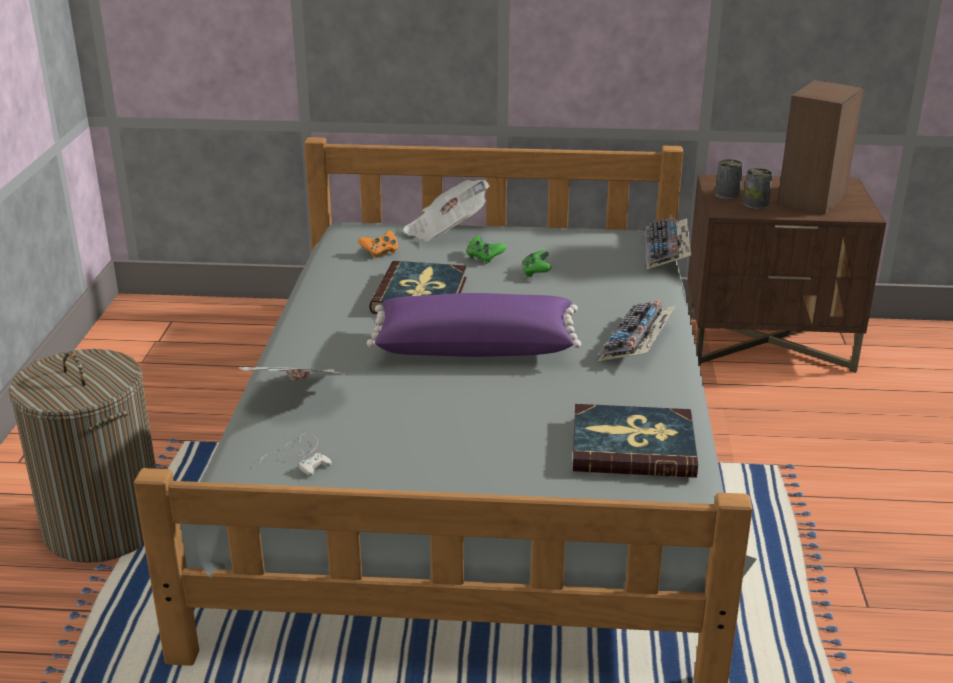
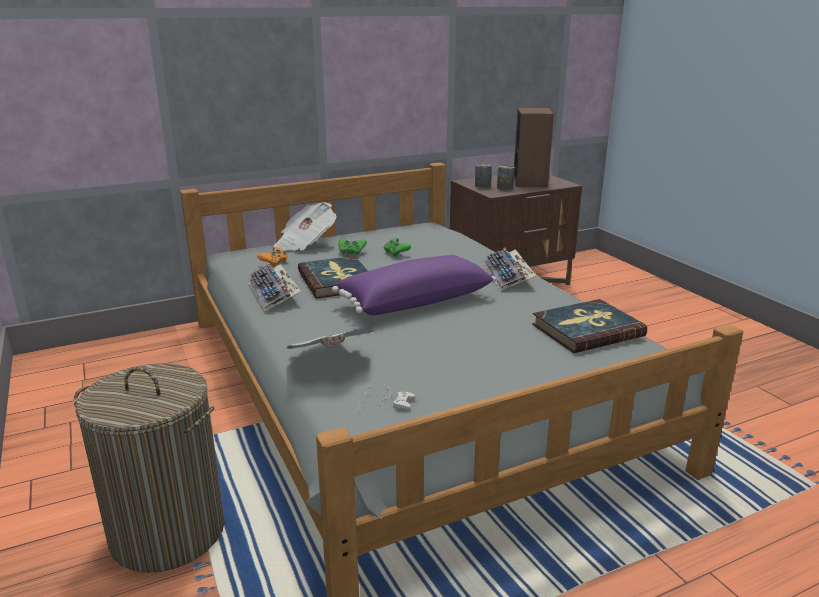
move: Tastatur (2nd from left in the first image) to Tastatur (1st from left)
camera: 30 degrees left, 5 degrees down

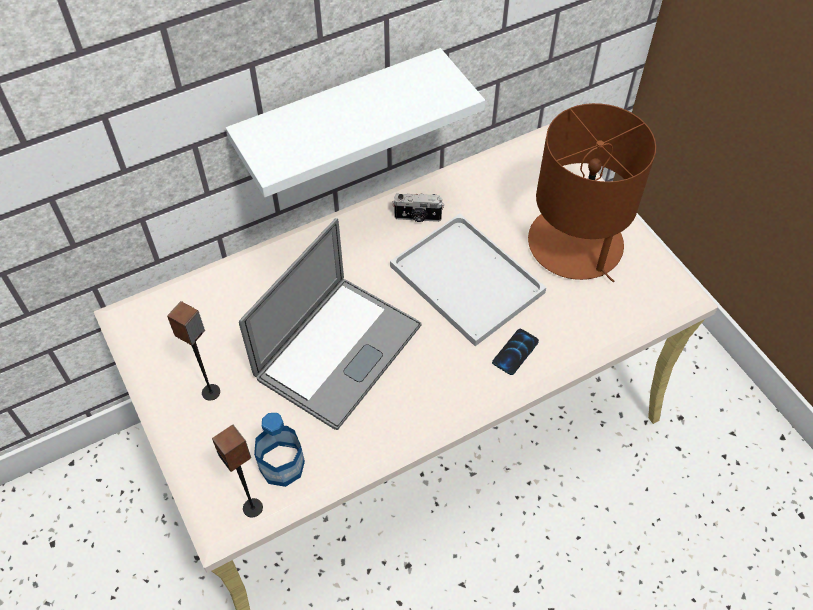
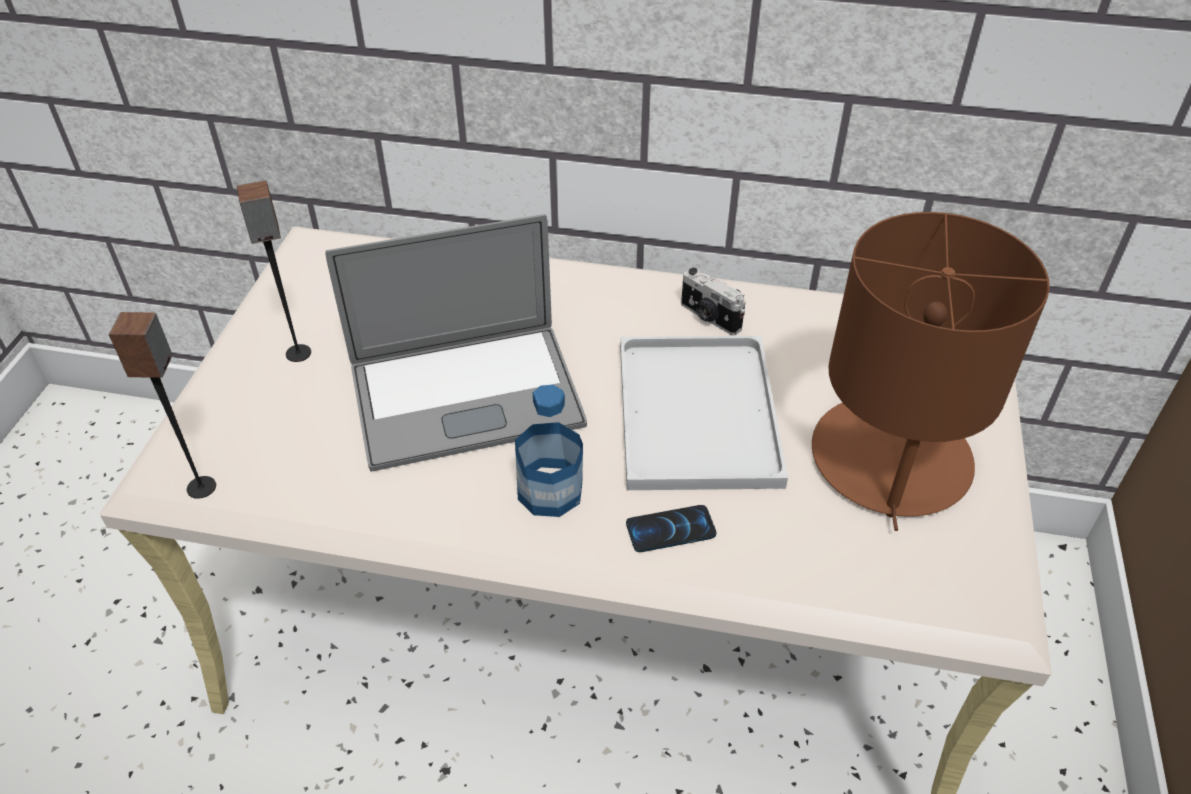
delete: Wandregal [weiß]
move: Flasche
camera: 40 degrees right, 10 degrees down

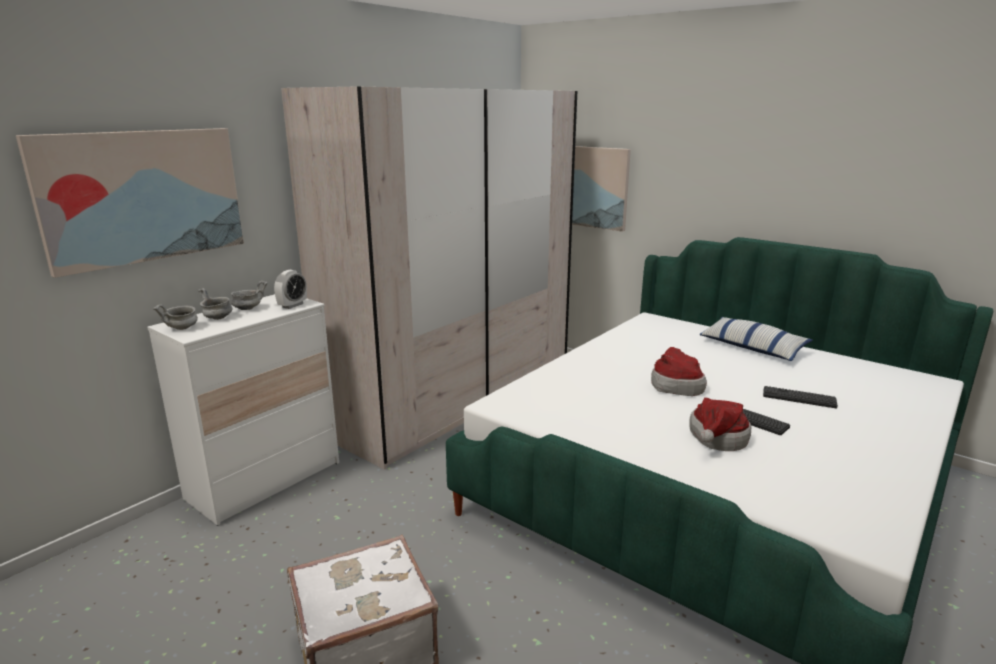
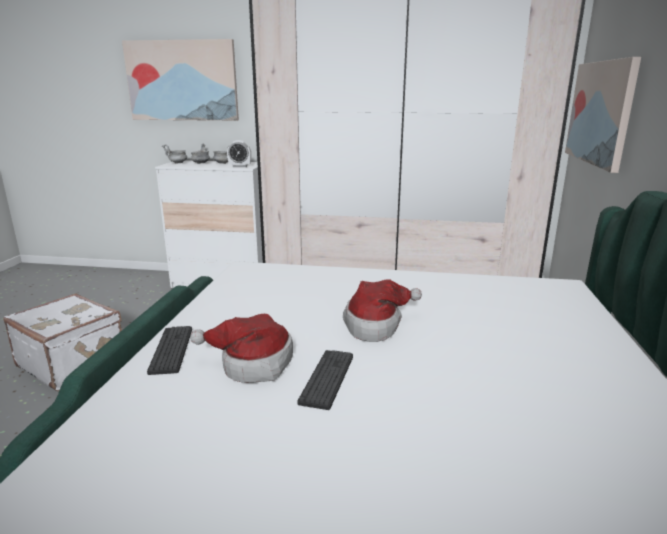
delete: Kissen
move: Tastatur (2nd from left in the first image) to Tastatur (1st from left)
camera: 60 degrees right, 0 degrees up

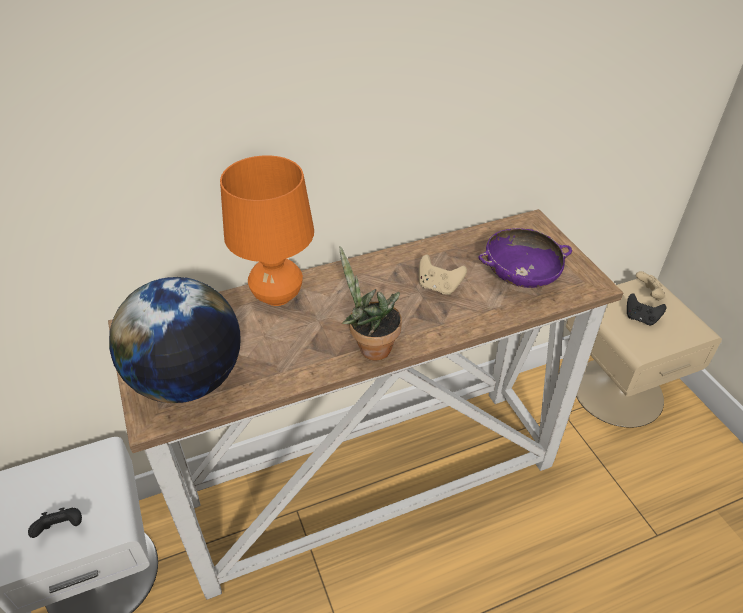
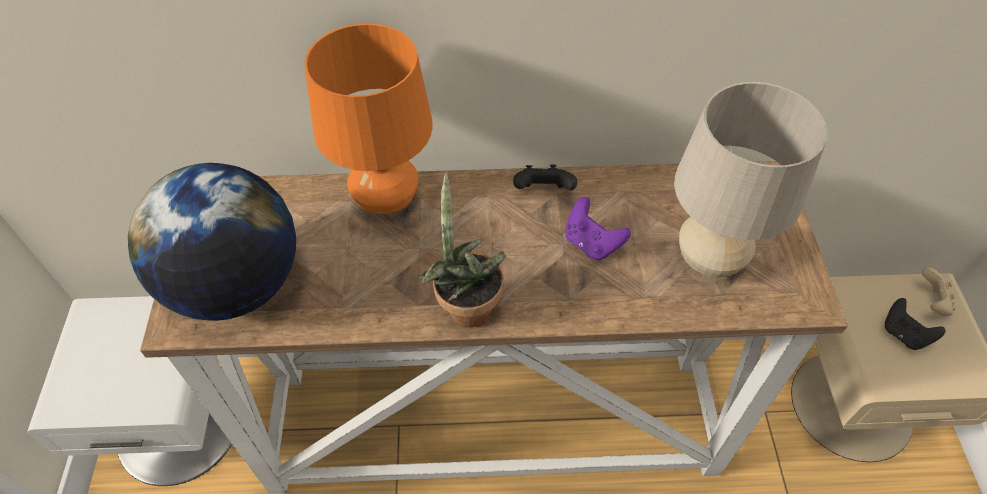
move: Gamepad [schwarz] (1st from left)
replace: Schüssel [lila] to Tischlampe [beige]
recolor: Gamepad [beige] (1st from left) to Gamepad [lila]
camera: 20 degrees right, 10 degrees up

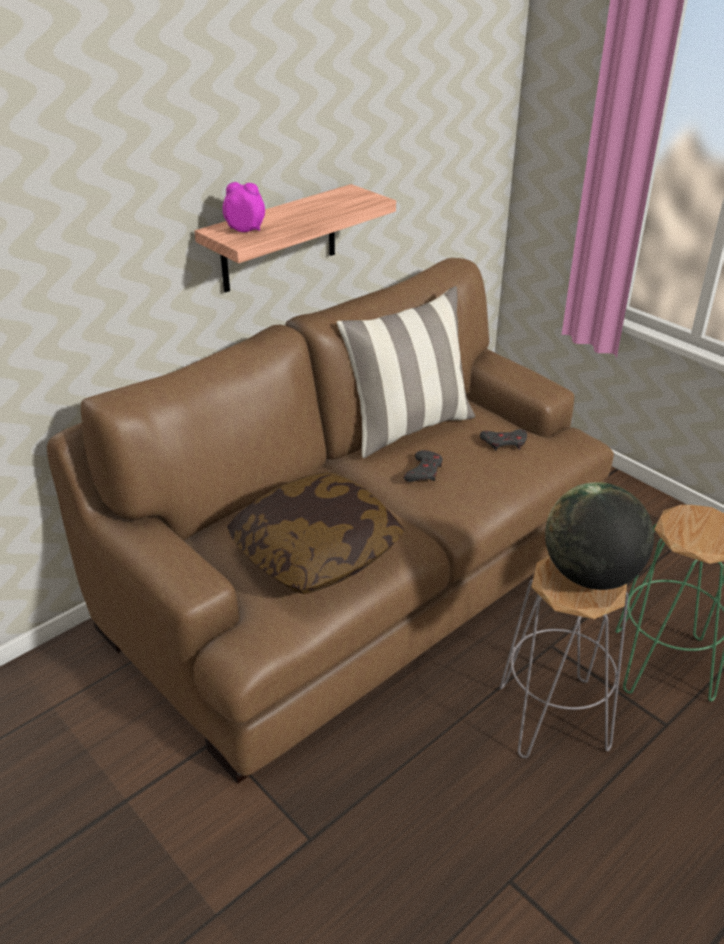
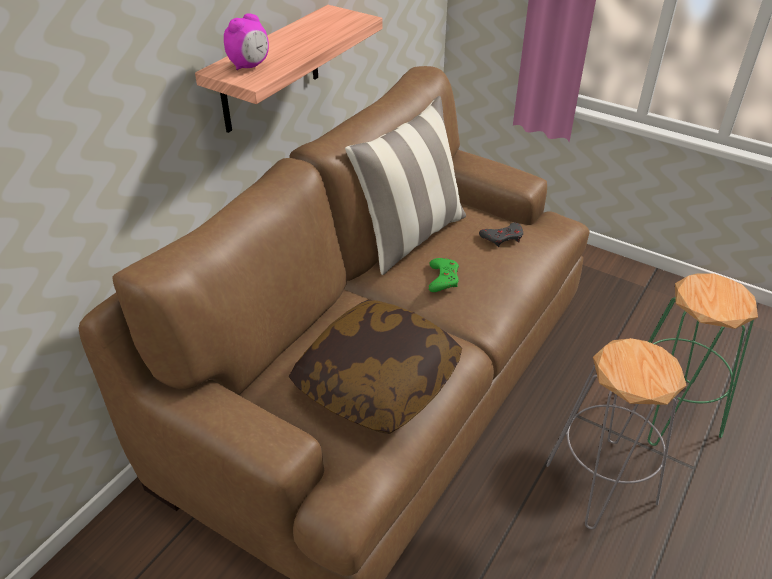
delete: Globus
recolor: Gamepad [grau] (1st from left) to Gamepad [grün]
rotate: Wecker 135 degrees clockwise
camera: 15 degrees left, 5 degrees up

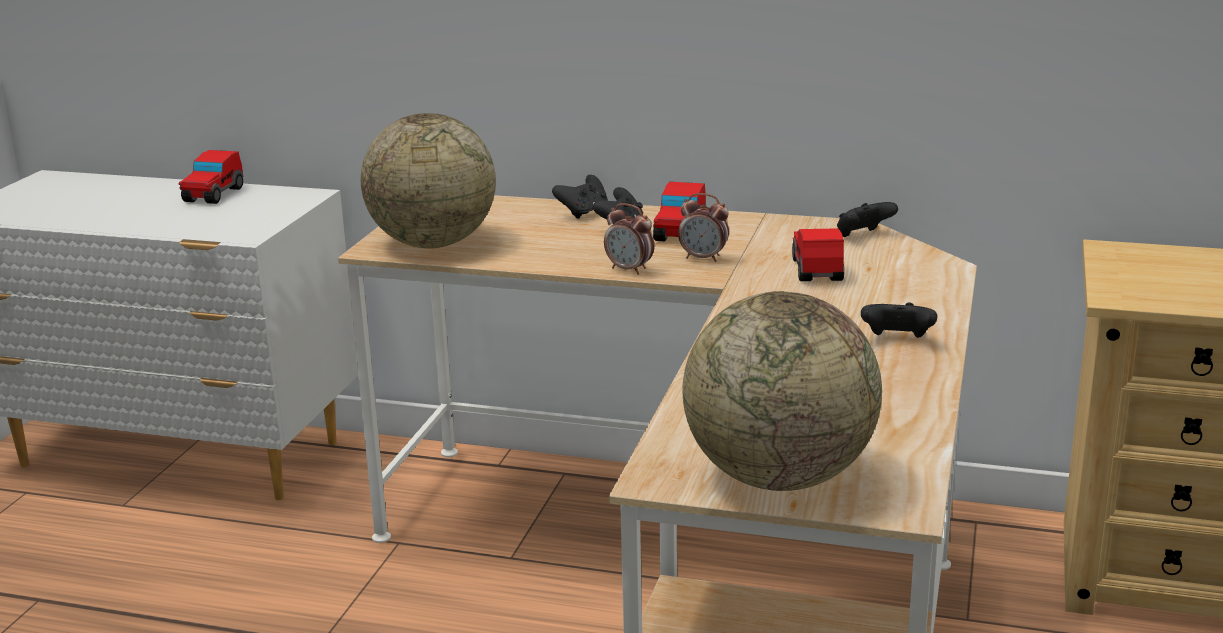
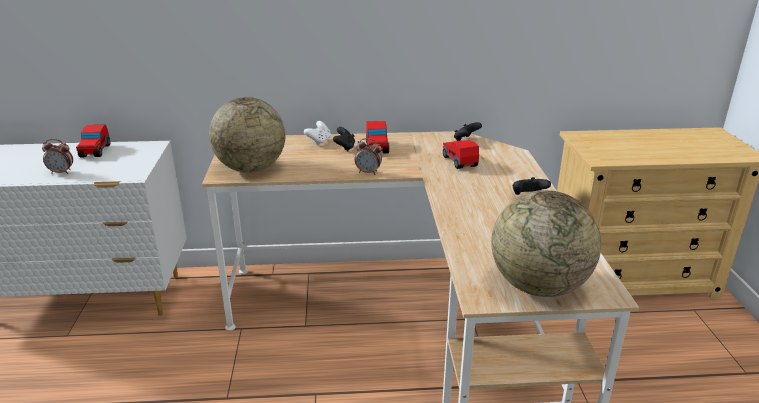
move: Wecker (2nd from left in the first image) to Wecker (1st from left)
recolor: Gamepad [schwarz] (1st from left) to Gamepad [weiß]
camera: 20 degrees left, 5 degrees up

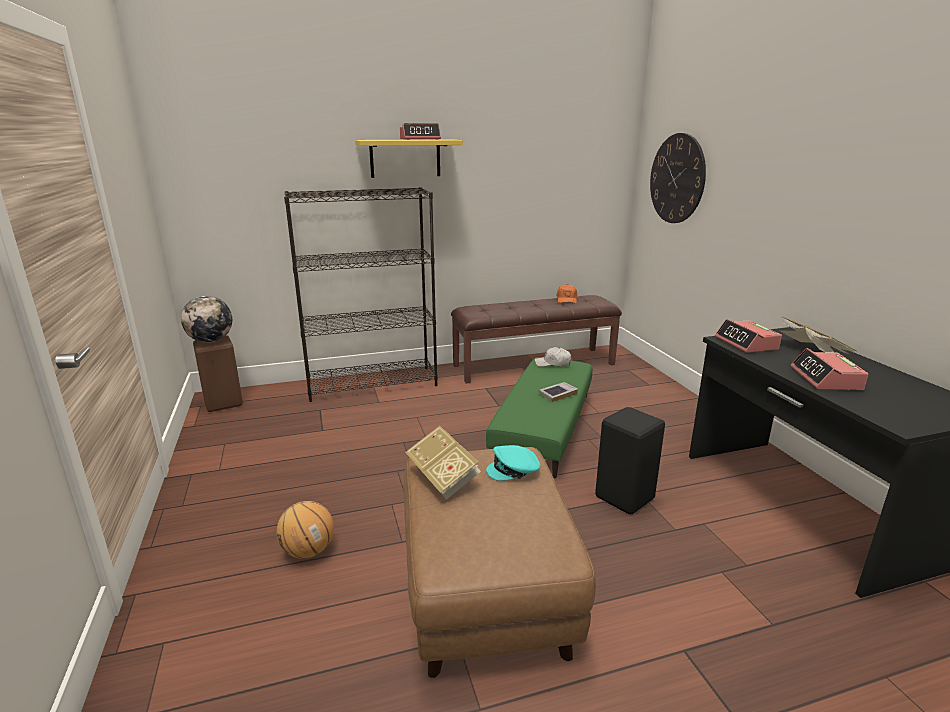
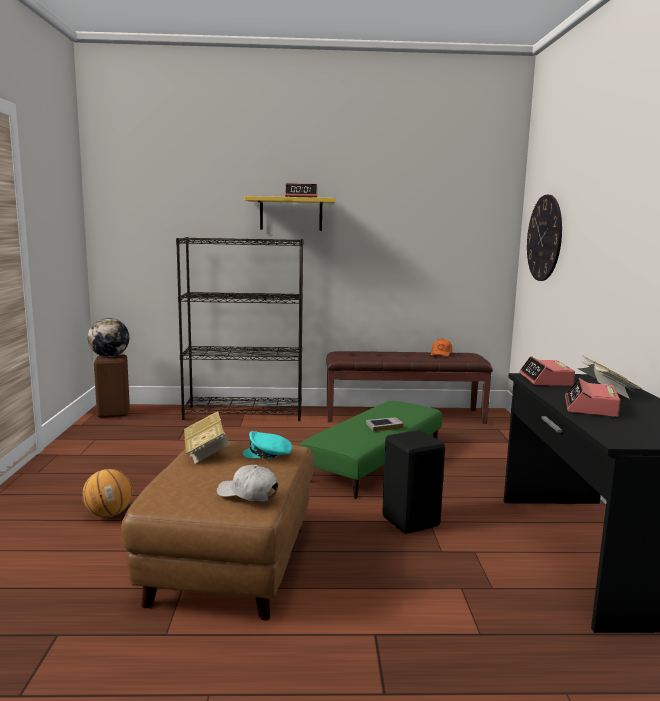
move: Kappe [weiß]
camera: 15 degrees right, 10 degrees down

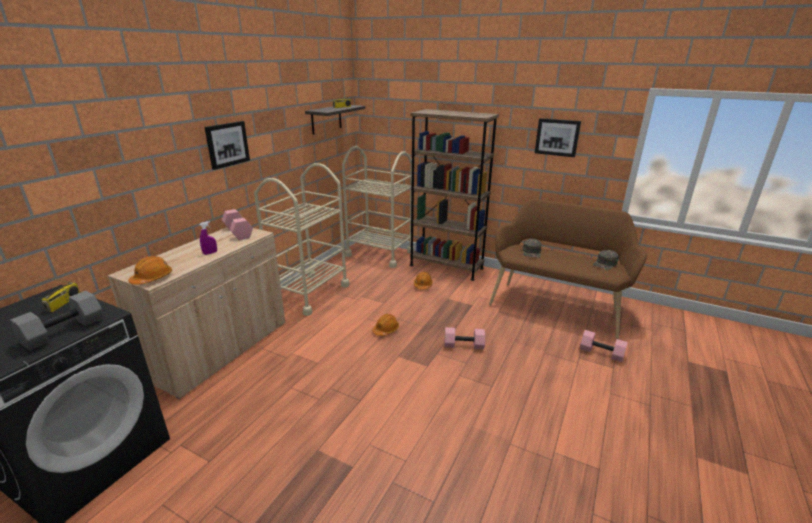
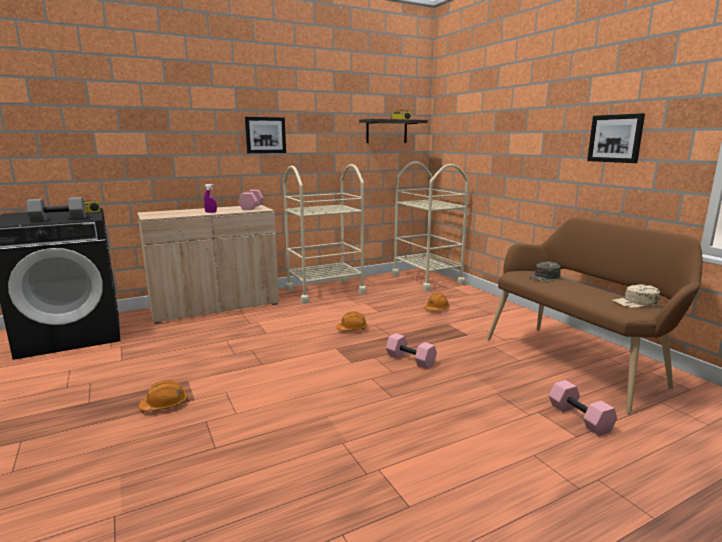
delete: Bücherregal [braun]
move: Schutzhelm [orange] (1st from left)
recolor: Kappe [grün] (2nd from left) to Kappe [beige]
camera: 35 degrees right, 10 degrees down

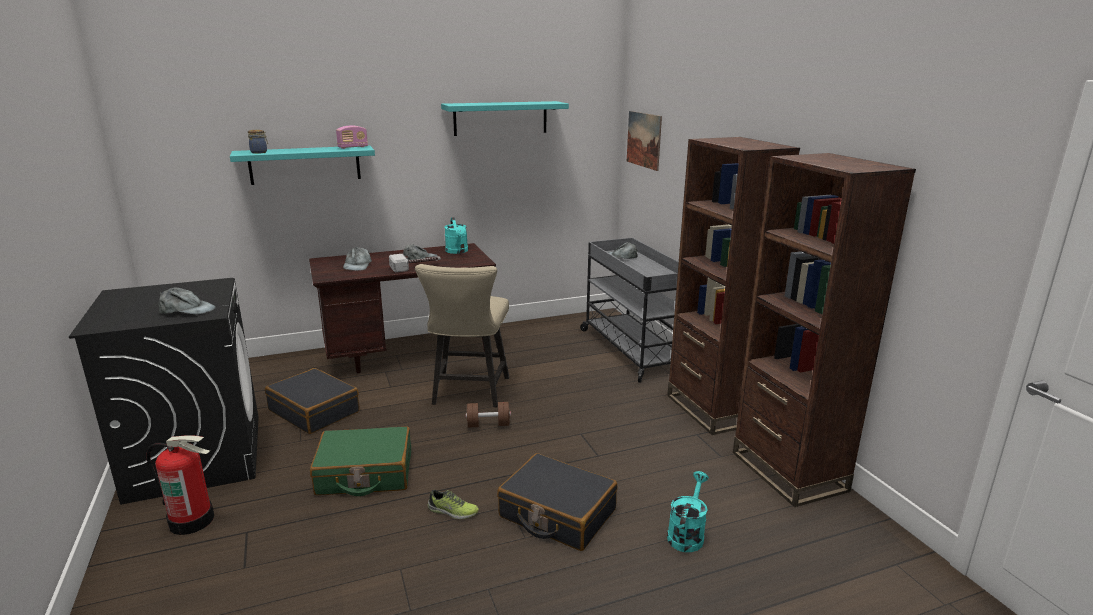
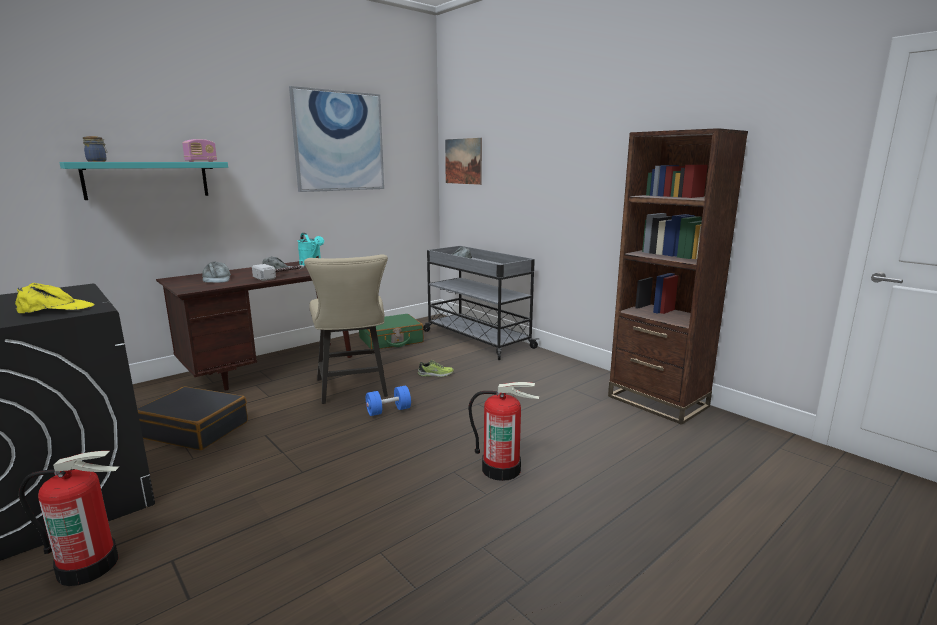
delete: Bücherregal [braun] (1st from left); Gießkanne [türkis] (2nd from left)
move: Koffer [grün]; Schuh
replace: Wandregal [türkis] (2nd from left) to Bild (1st from left); Koffer [schwarz] (2nd from left) to Feuerlöscher (2nd from left)
recolor: Kappe [grau] (1st from left) to Kappe [gelb]; Hantel [braun] to Hantel [blau]
camera: 20 degrees left, 5 degrees down

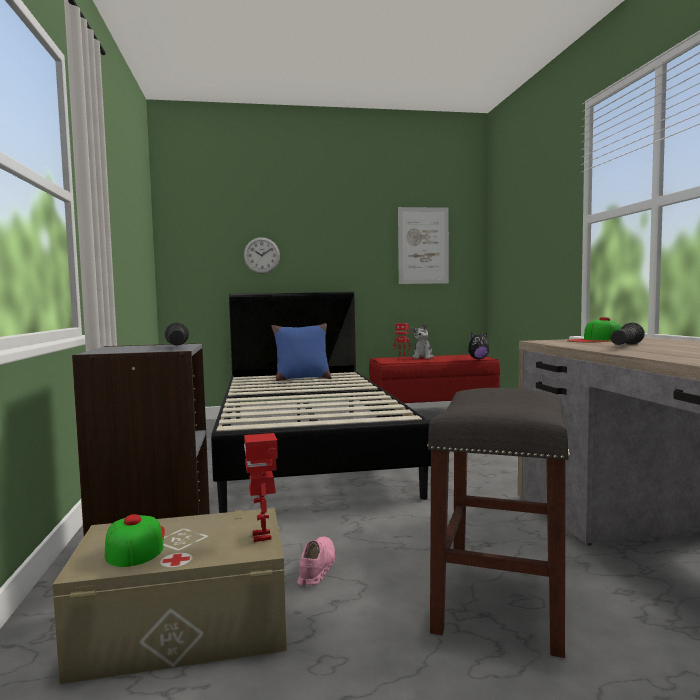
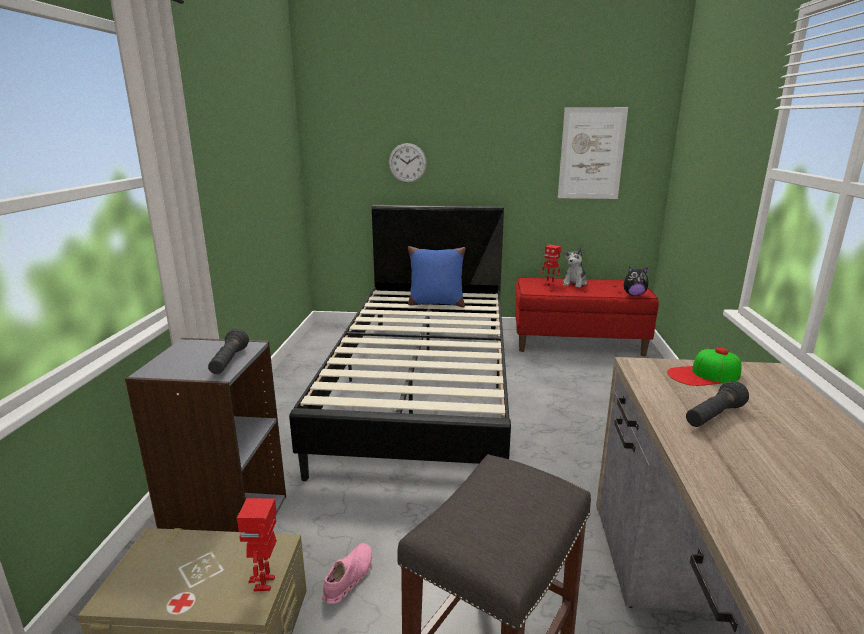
delete: Kappe (1st from left)
camera: 15 degrees right, 15 degrees up

